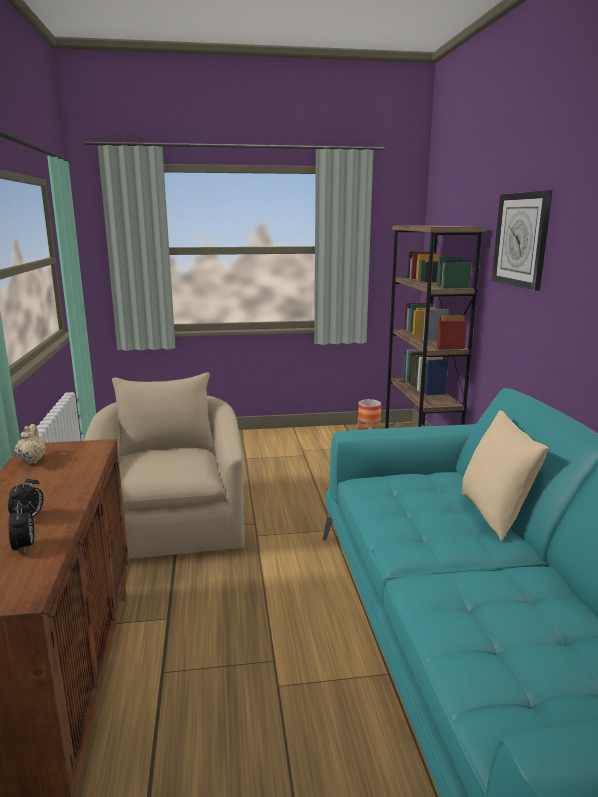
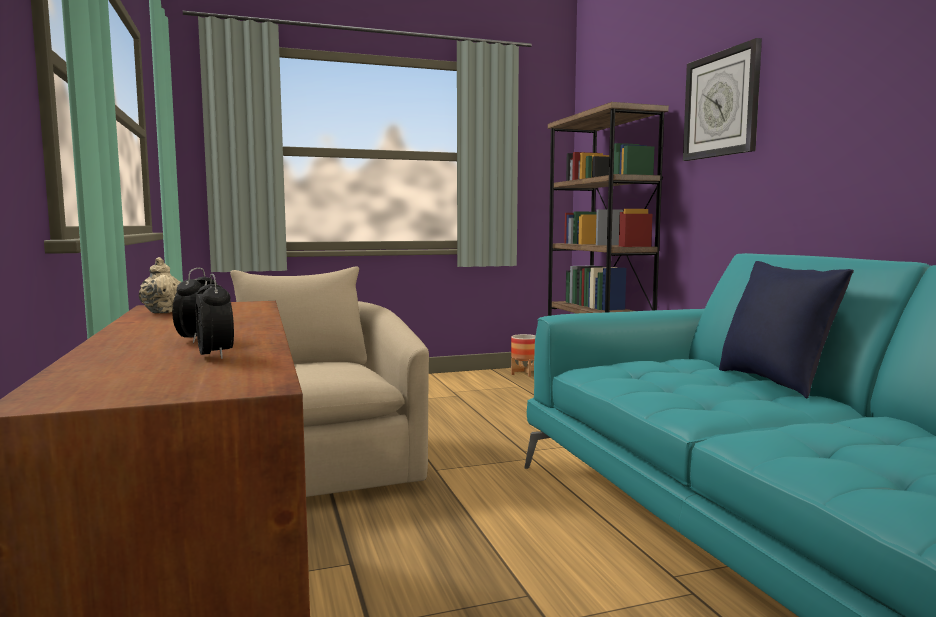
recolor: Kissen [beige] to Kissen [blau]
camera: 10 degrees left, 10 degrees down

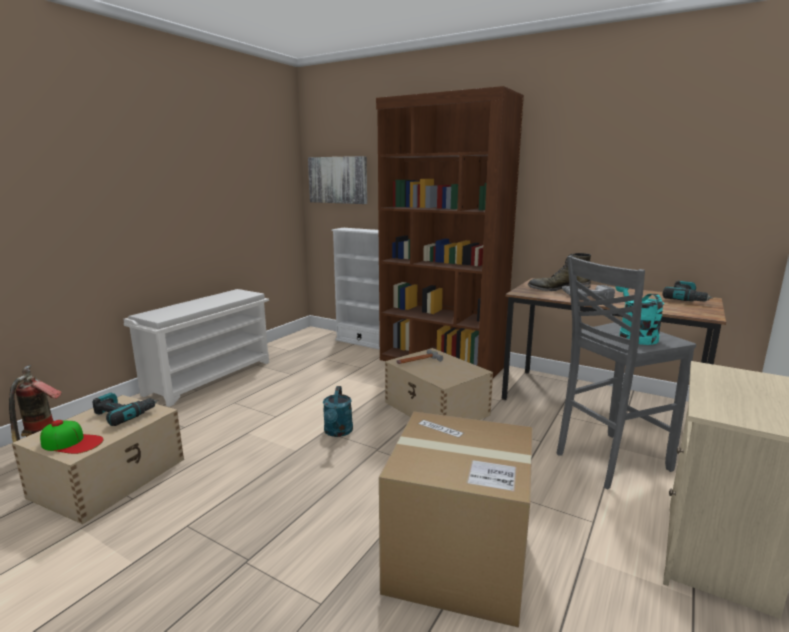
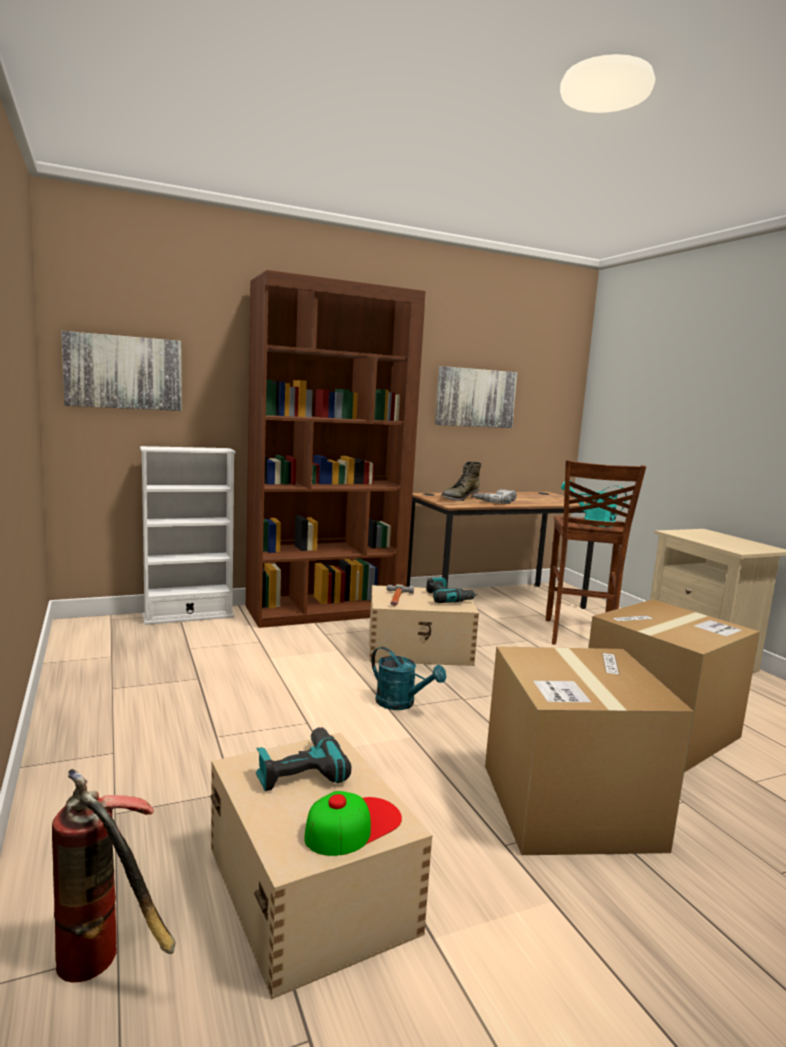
delete: Schuhregal [weiß]
insert: Bild (2nd from left); Karton (1st from left)
move: Bohrmaschine (3rd from left in the first image) to Bohrmaschine (2nd from left)
recolor: Hocker [grau] to Hocker [braun]
camera: 55 degrees left, 5 degrees down

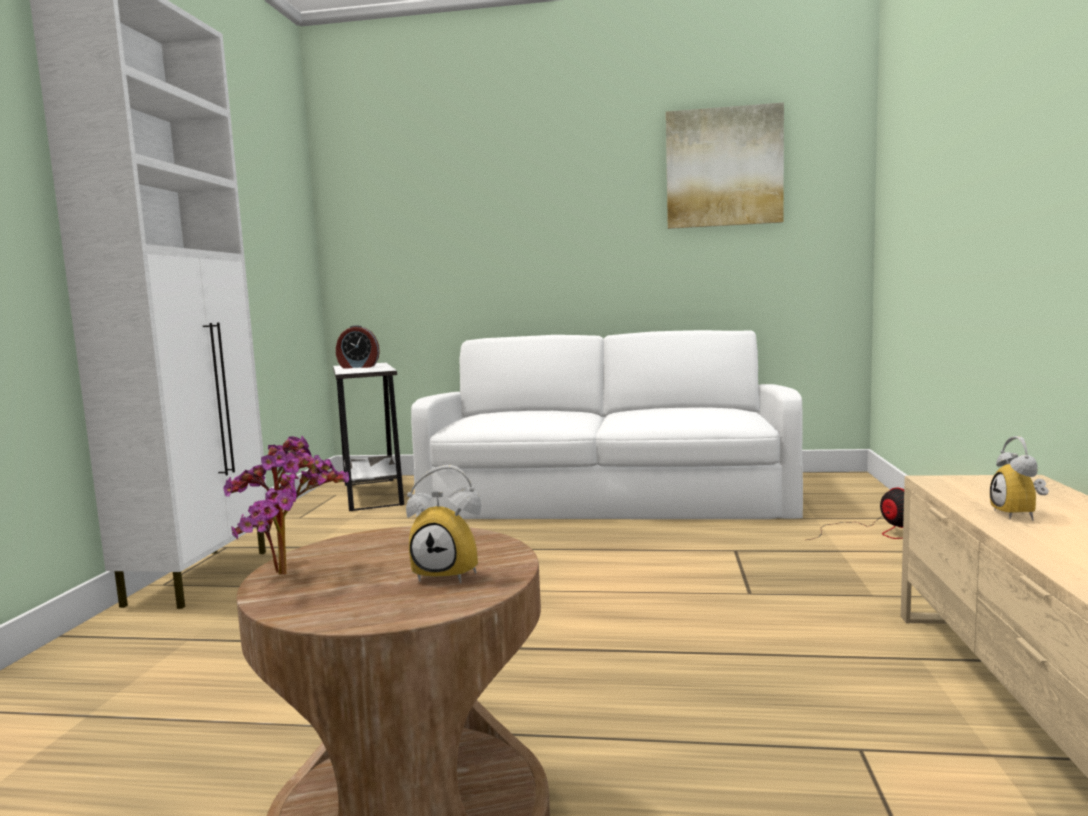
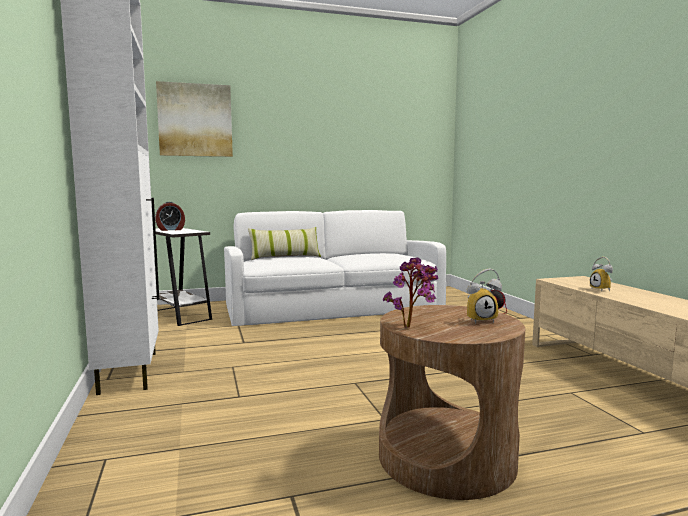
insert: Kissen
move: Bild
camera: 25 degrees left, 0 degrees up

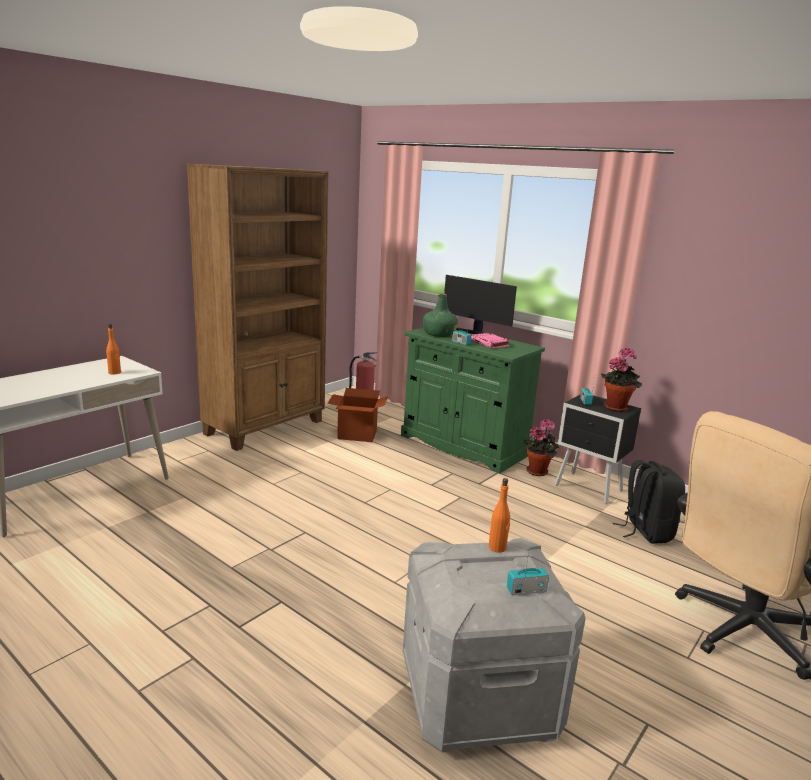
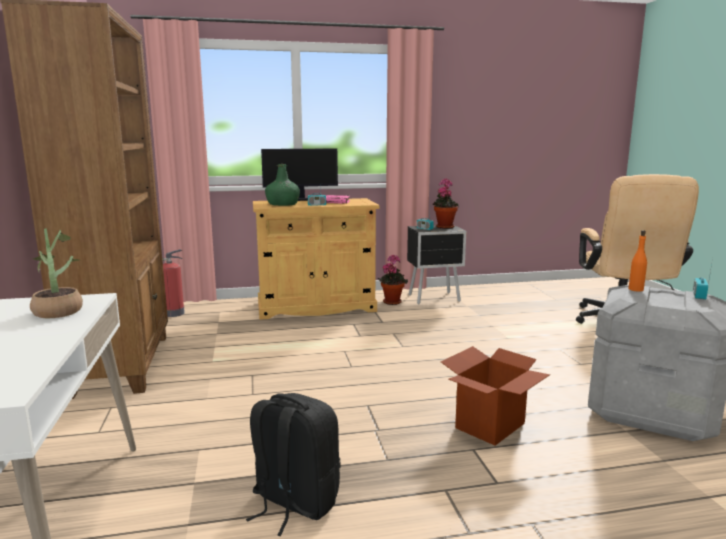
move: Karton; Rucksack [schwarz]
replace: Flasche [orange] (1st from left) to Topfpflanze (1st from left)
recolor: Schrank [grün] to Schrank [beige]
camera: 50 degrees left, 5 degrees down

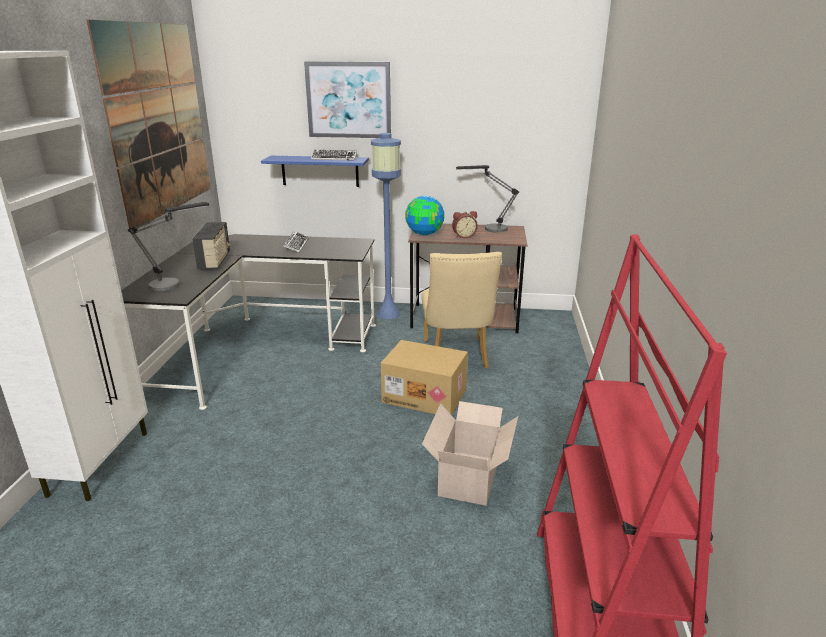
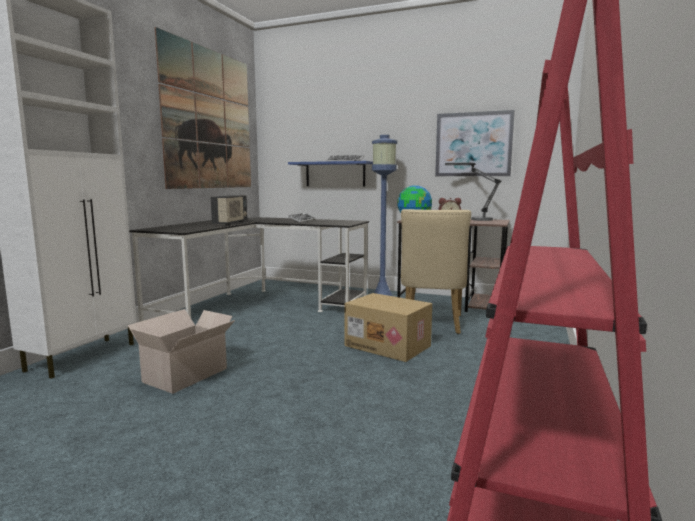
delete: Tischlampe (1st from left)
move: Bild (2nd from left); Karton (2nd from left in the first image) to Karton (1st from left)
camera: 15 degrees right, 15 degrees down

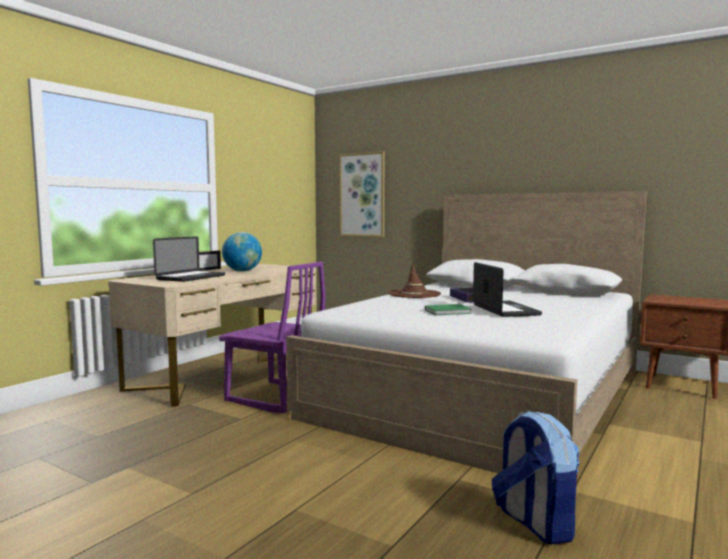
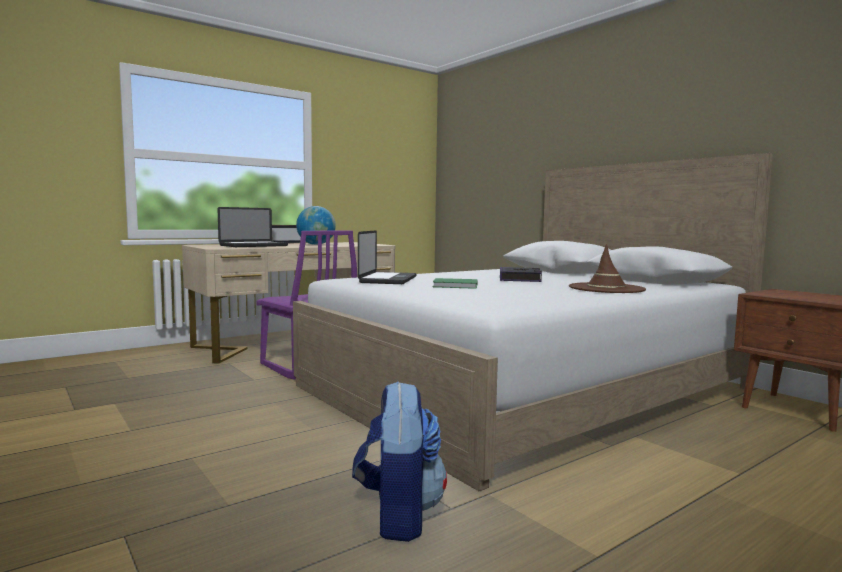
delete: Bild
move: Hut [braun]; Laptop (2nd from left)
camera: 20 degrees right, 0 degrees up

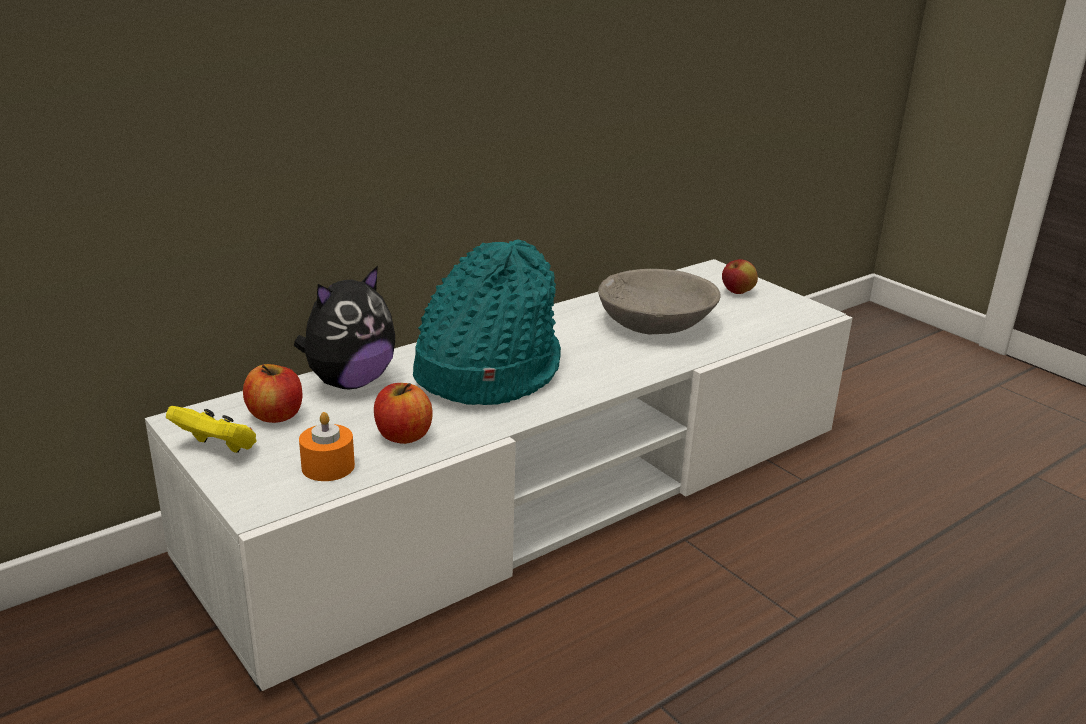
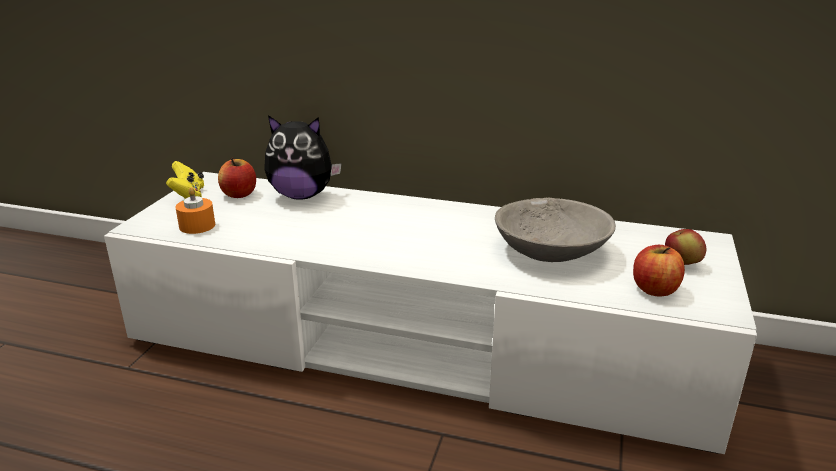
delete: Hut [türkis]
move: Apfel (2nd from left)
camera: 55 degrees right, 0 degrees up

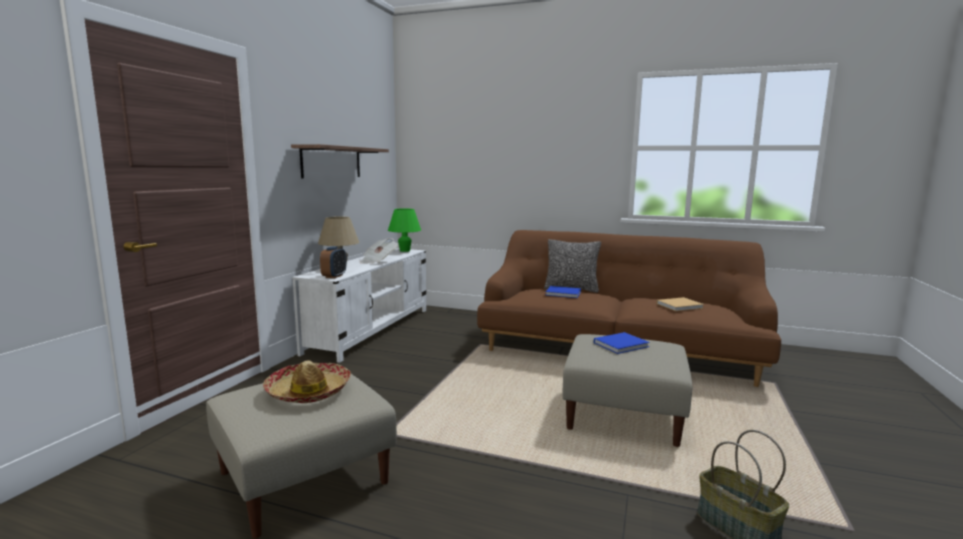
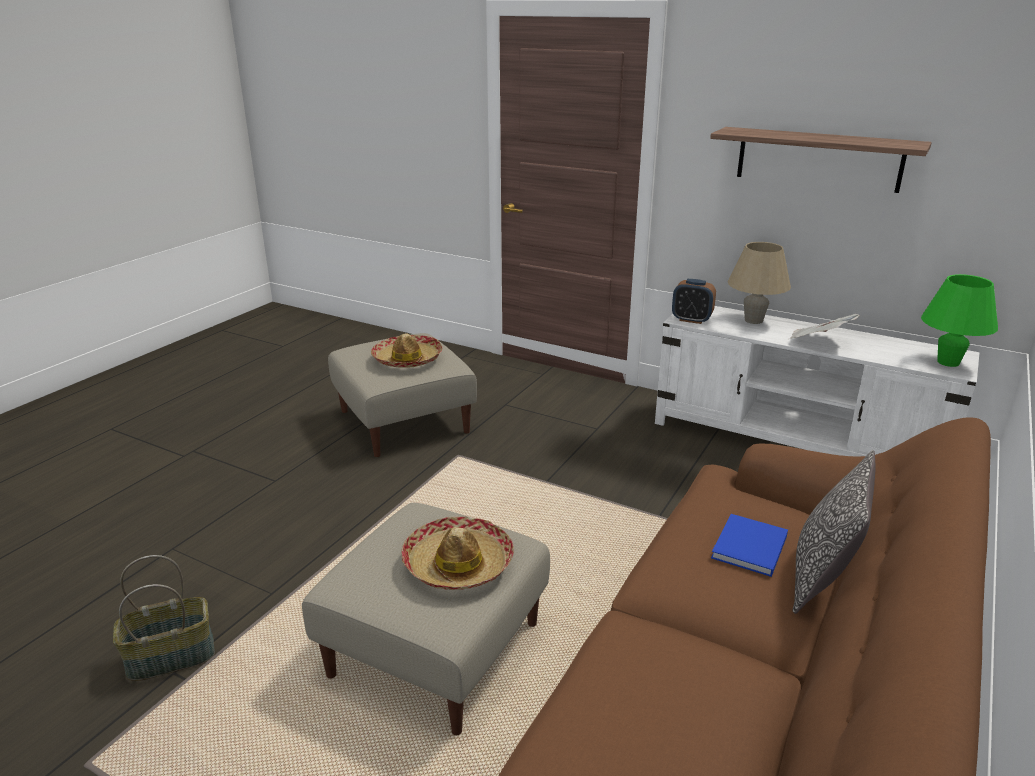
delete: Buch [beige]
replace: Buch [blau] (2nd from left) to Hut (2nd from left)
camera: 100 degrees right, 15 degrees up

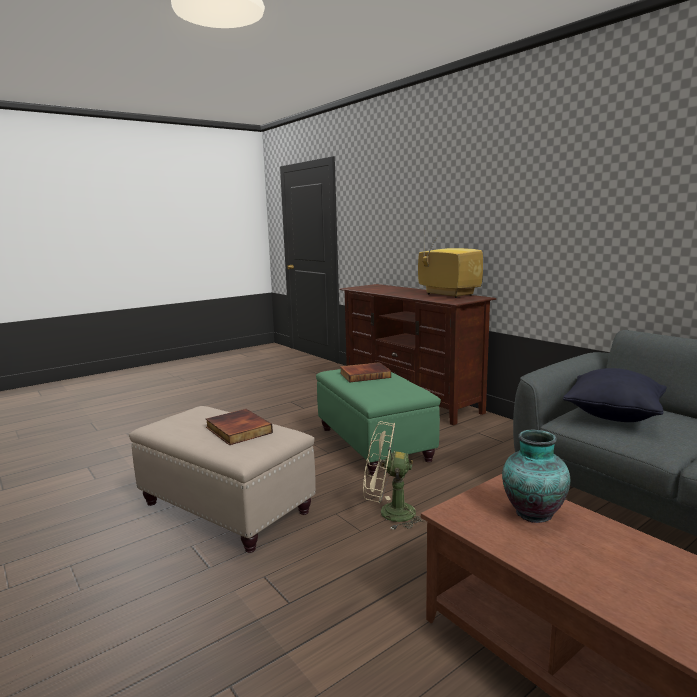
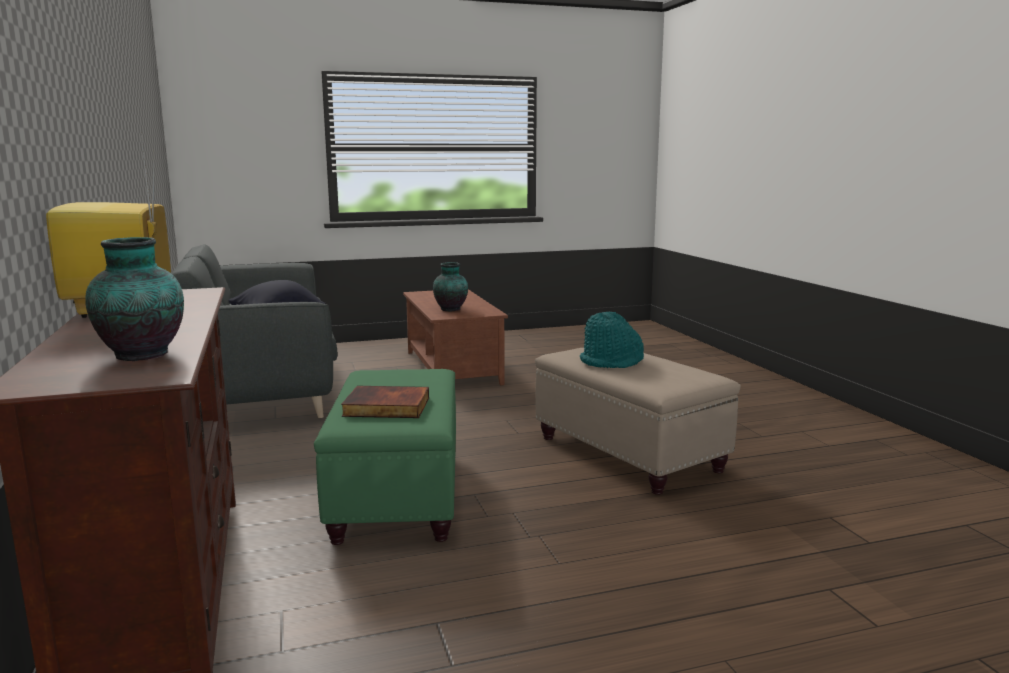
delete: Ventilator [beige]
insert: Vase (1st from left)
replace: Buch (1st from left) to Hut [türkis]
camera: 160 degrees left, 0 degrees up

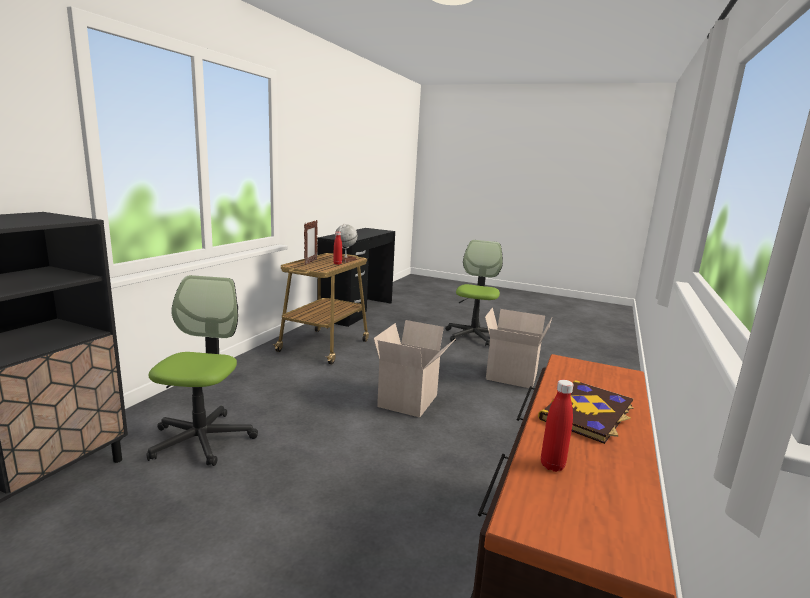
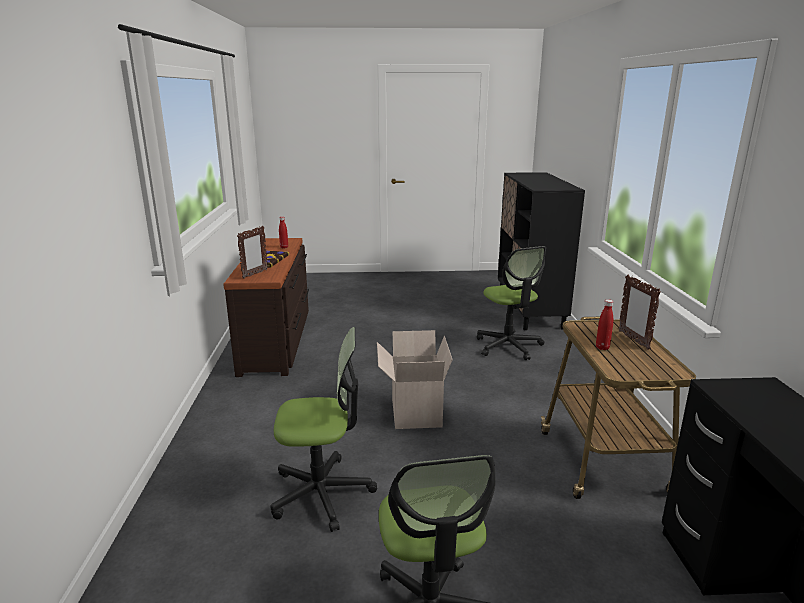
delete: Globus
insert: Bilderrahmen (1st from left)
replace: Karton (2nd from left) to Bürostuhl (1st from left)
camera: 155 degrees right, 5 degrees up

